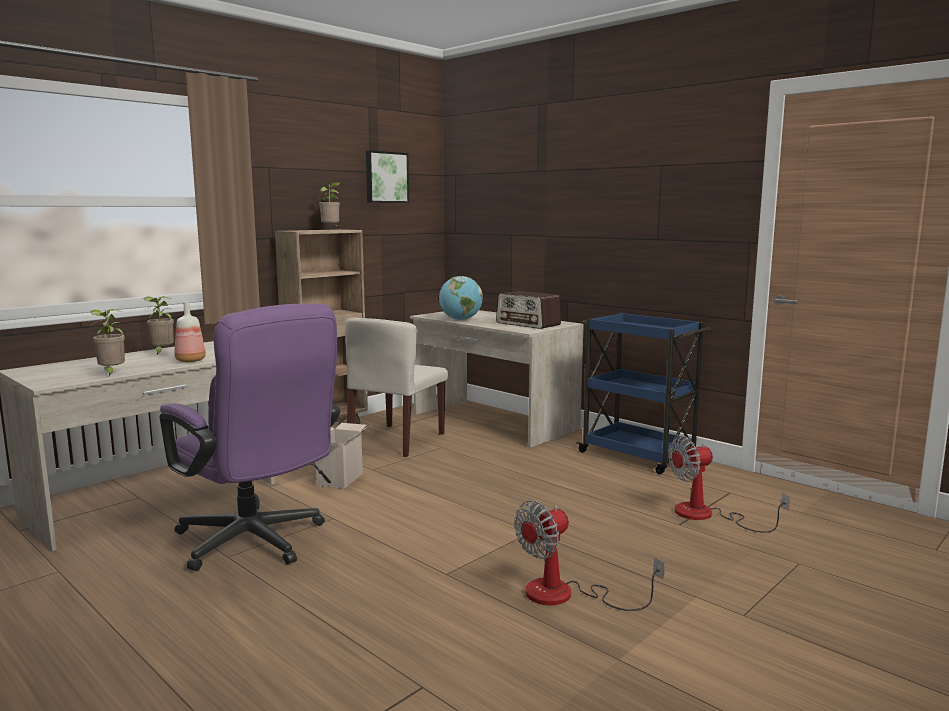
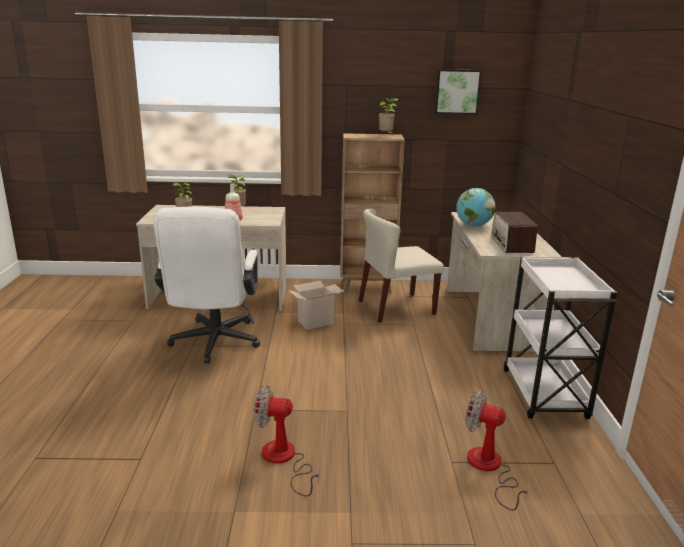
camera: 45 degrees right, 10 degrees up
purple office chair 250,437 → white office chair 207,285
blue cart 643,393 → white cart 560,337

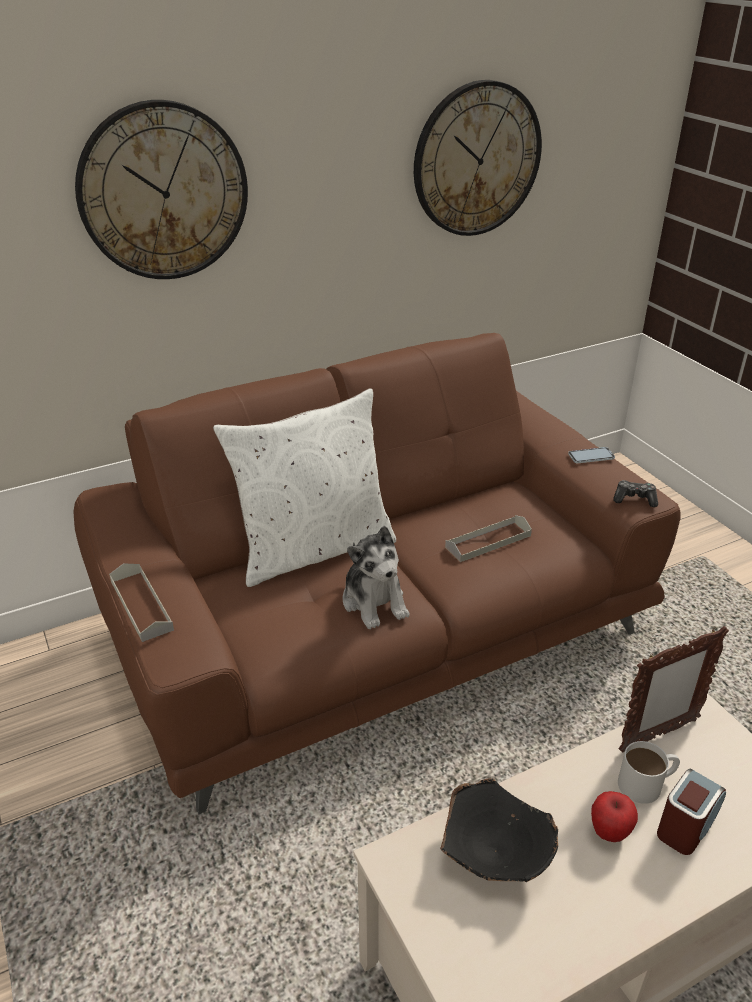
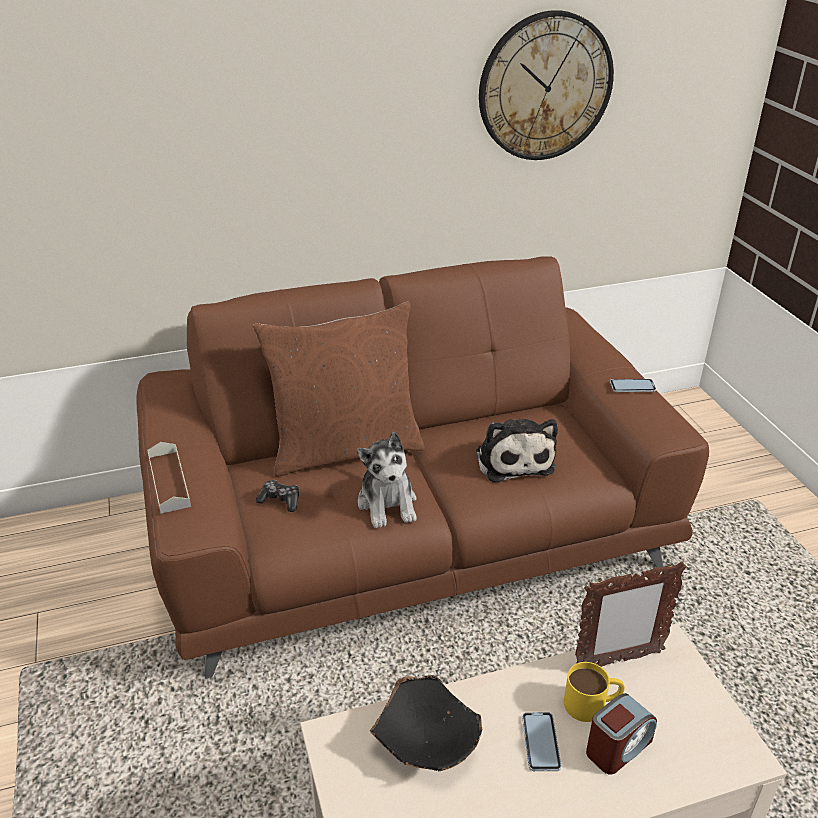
camera: 10 degrees right, 0 degrees up
wall clock 161,189 → -
white pillow 304,487 → brown pillow 339,389
game controller 635,493 → game controller 277,496, moved
grey tray 488,538 → plush toy 517,451
white mug 649,772 → yellow mug 594,692
apple 614,816 → phone 541,741

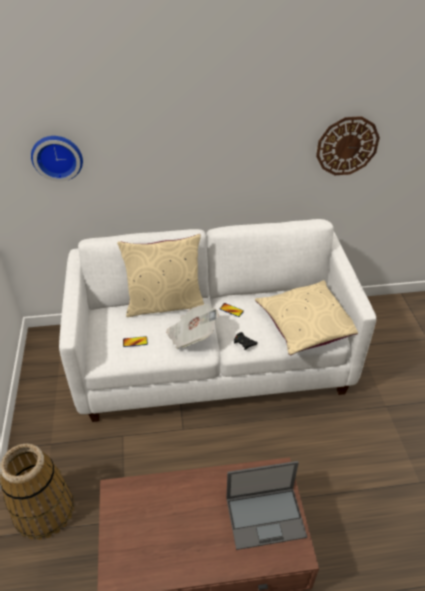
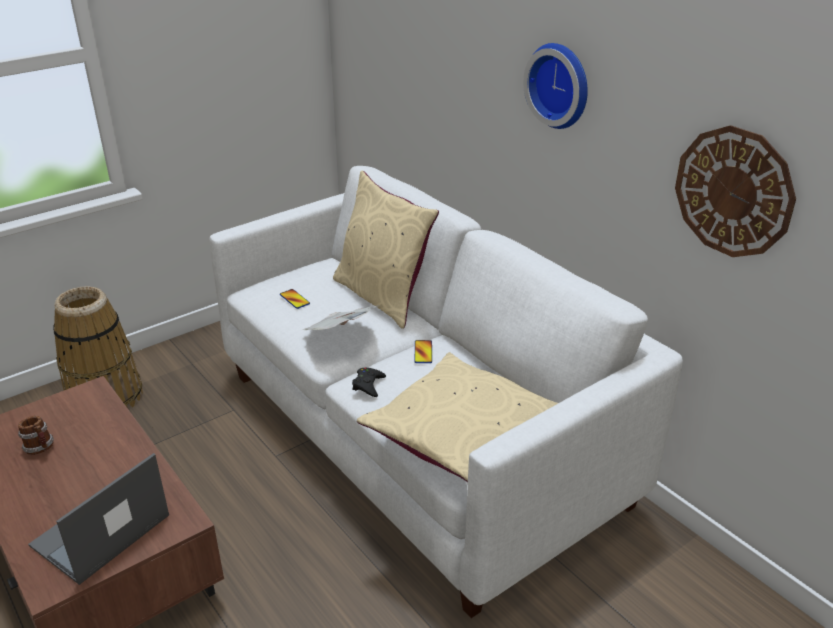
camera: 60 degrees right, 10 degrees down
wall clock 57,159 → wall clock 555,86, moved
laptop 266,505 → laptop 98,519, 75 degrees clockwise
- → mug 36,435

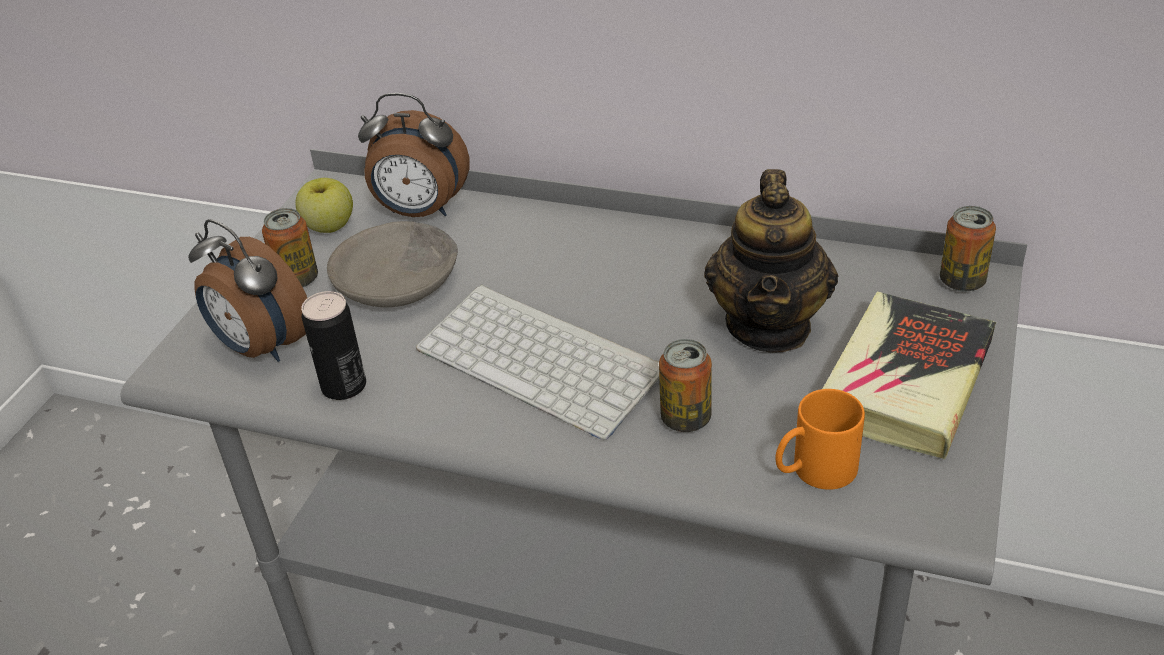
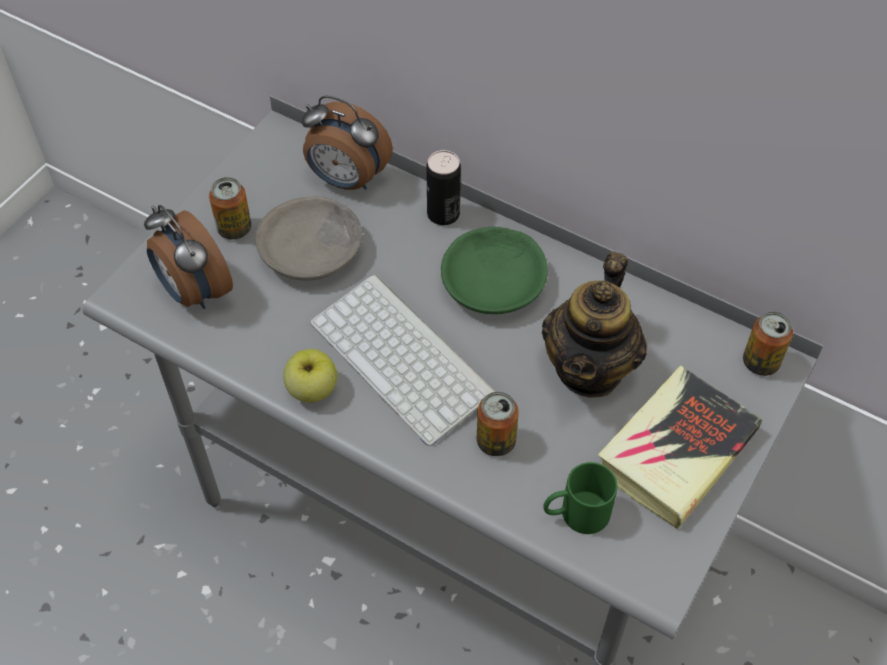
camera: 10 degrees right, 15 degrees up
apple 324,205 → apple 310,376, moved
can 333,345 → can 443,187, moved
orange mug 820,439 → green mug 580,498
- → green bowl 494,270

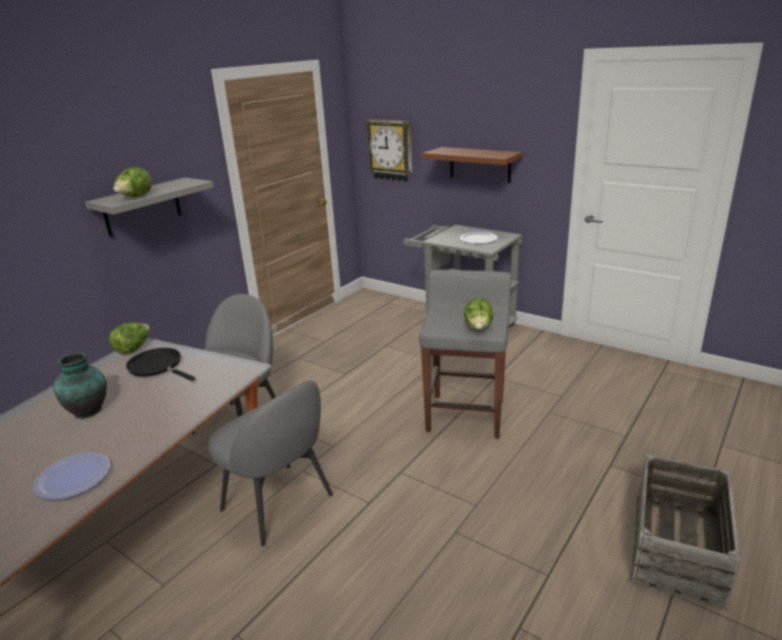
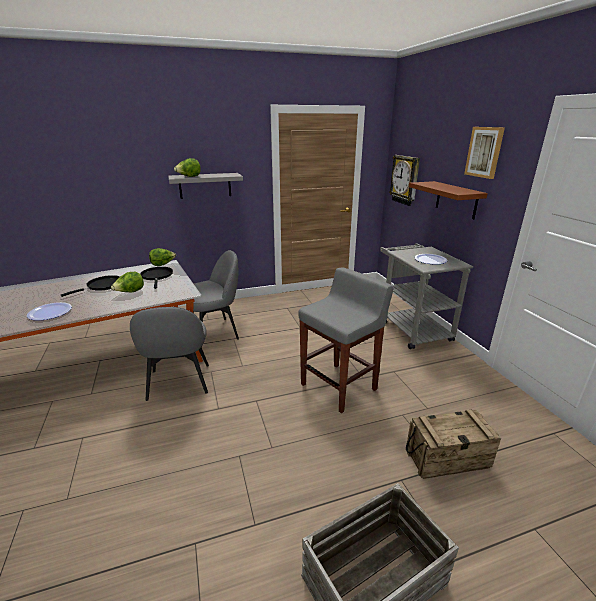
camera: 35 degrees right, 0 degrees up
lettuce 479,313 → lettuce 127,282, moved
vase 80,385 → black frying pan 90,286
- → picture 484,153
- → crate 453,444

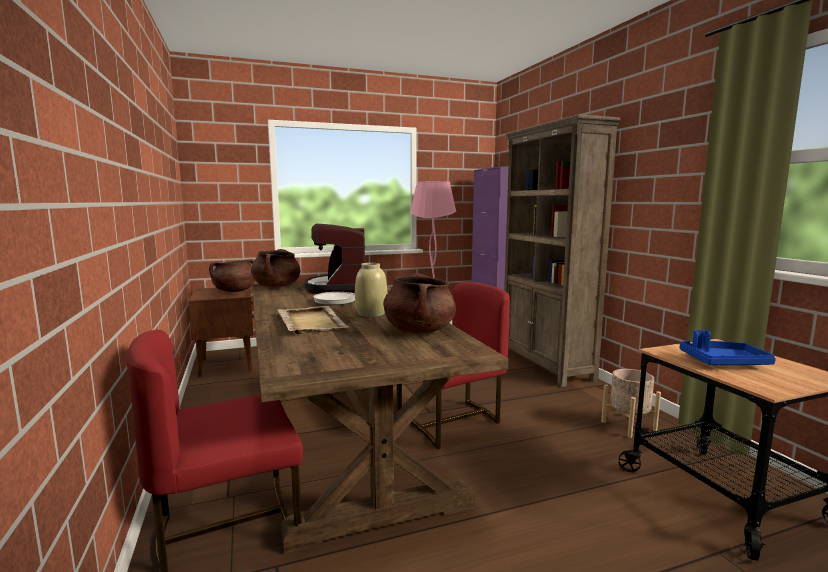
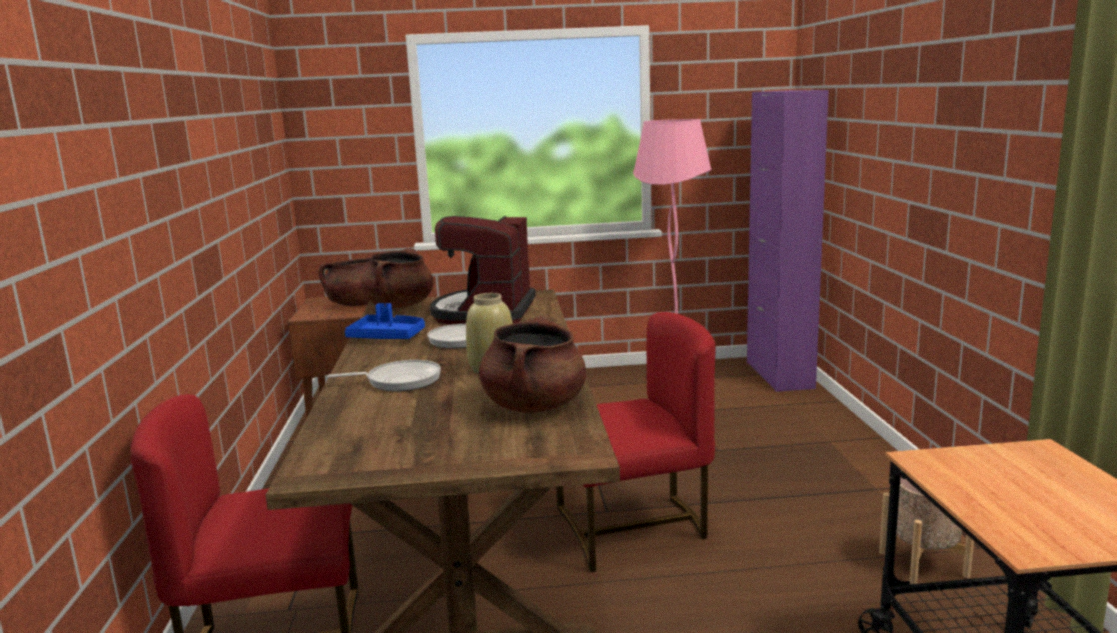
camera: 15 degrees right, 5 degrees up
brown bookcase 562,250 → -
beige tray 313,320 → frying pan 384,375
blue tray 728,347 → blue tray 385,321, moved

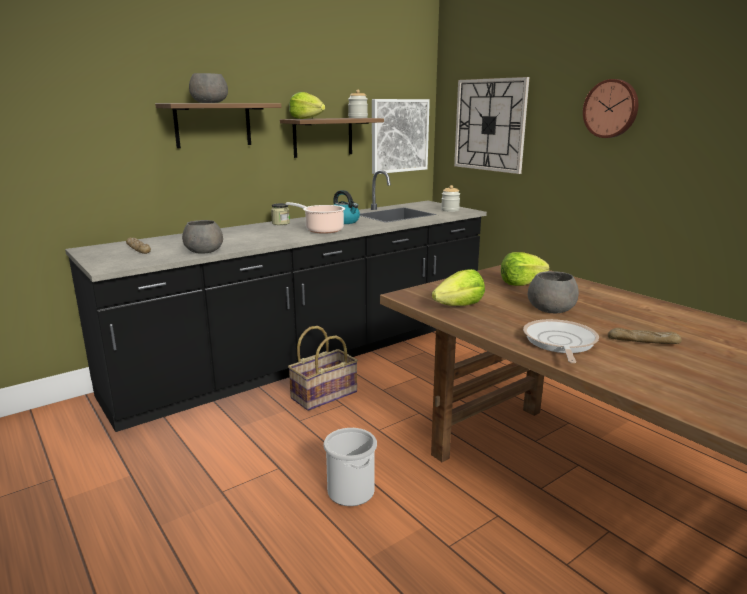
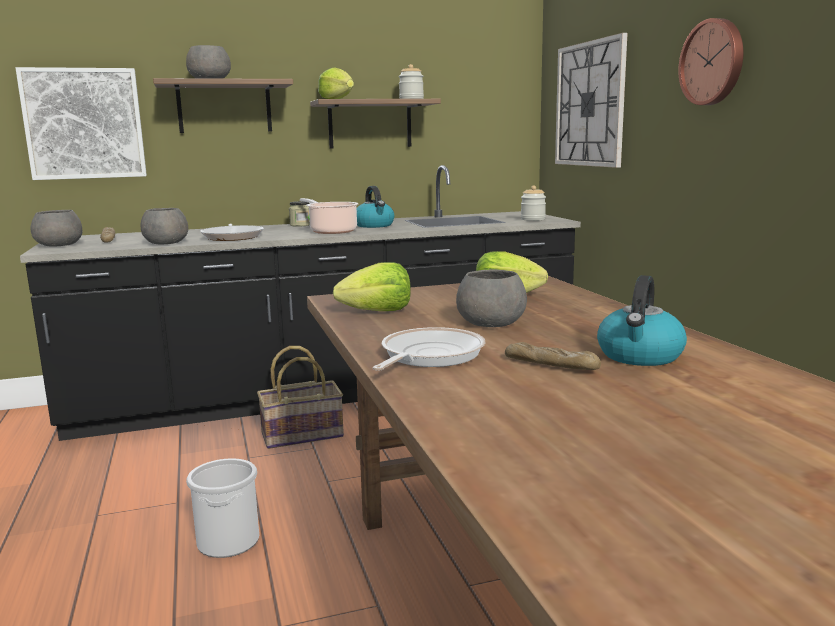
camera: 20 degrees right, 5 degrees down
picture 401,136 → picture 81,123, moved
- → grey bowl 56,228
- → frying pan 232,232
- → kettle 642,320

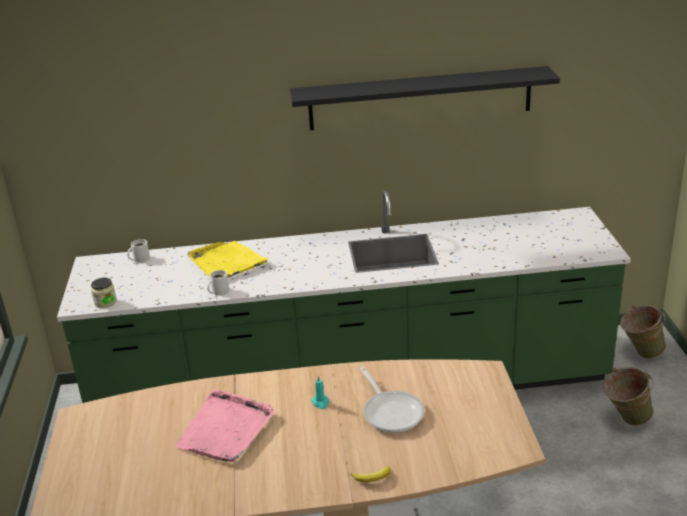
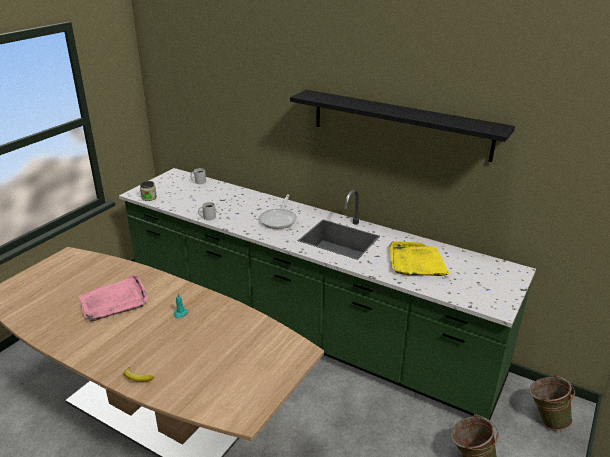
camera: 35 degrees right, 0 degrees up
yellow tray 228,259 → yellow tray 420,258, moved
frying pan 392,399 → frying pan 278,211, moved

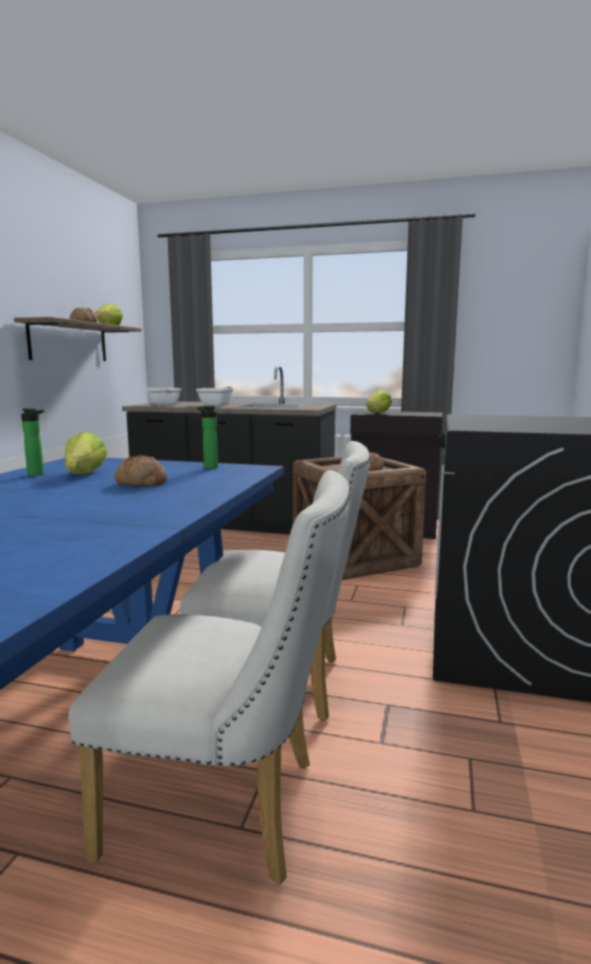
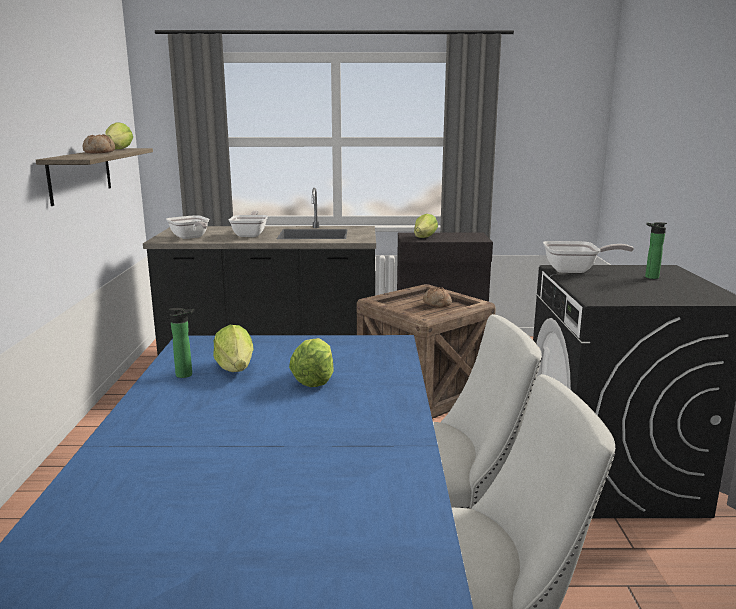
camera: 15 degrees left, 5 degrees up
bottle 207,437 → bottle 656,250, moved
bread 141,470 → lettuce 311,362
- → frying pan 588,257

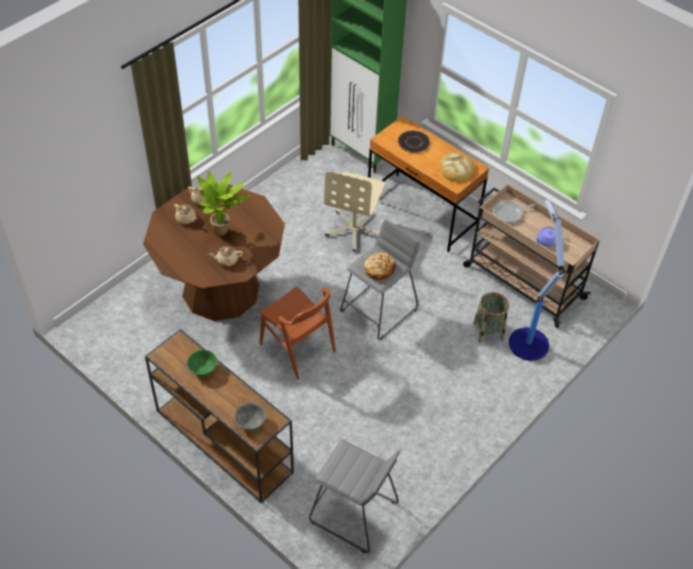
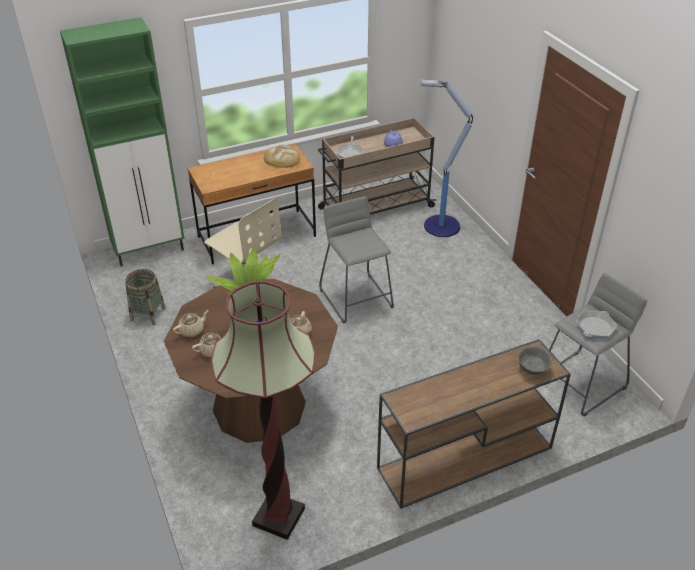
camera: 65 degrees left, 10 degrees down
black plate 414,141 → -
bread 381,266 → -
brown chair 298,333 → -
basket 491,317 → basket 145,297, moved
green bowl 202,363 → -
- → floor lamp 263,410
- → frying pan 596,324

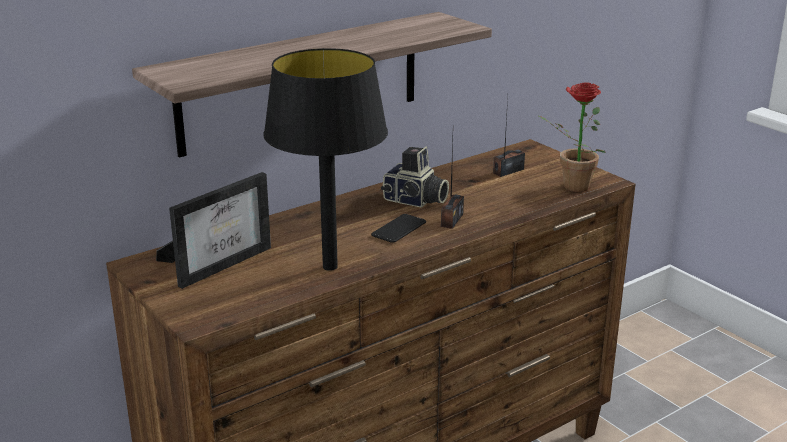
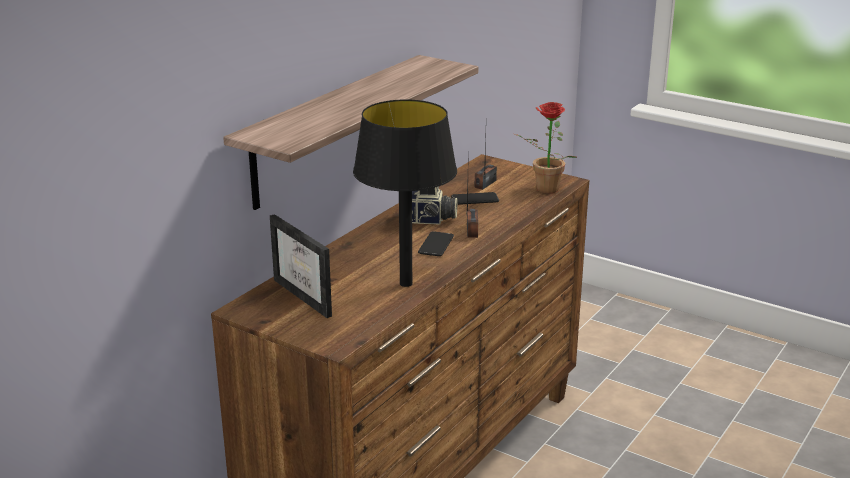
camera: 20 degrees left, 0 degrees up
picture frame 213,230 → picture frame 301,266, 120 degrees clockwise
- → phone 475,198

